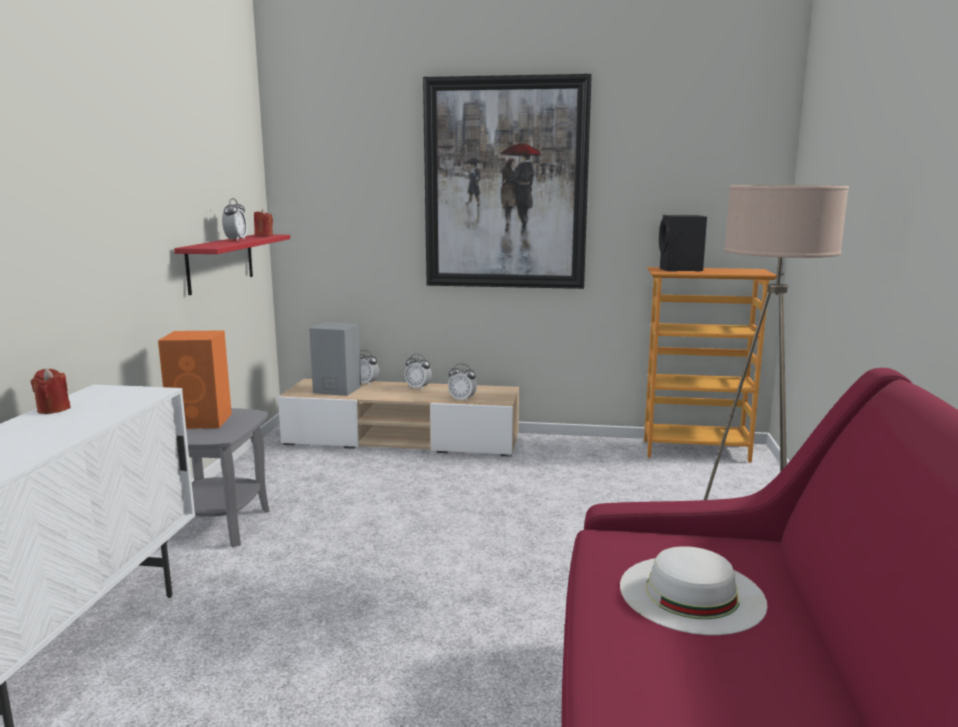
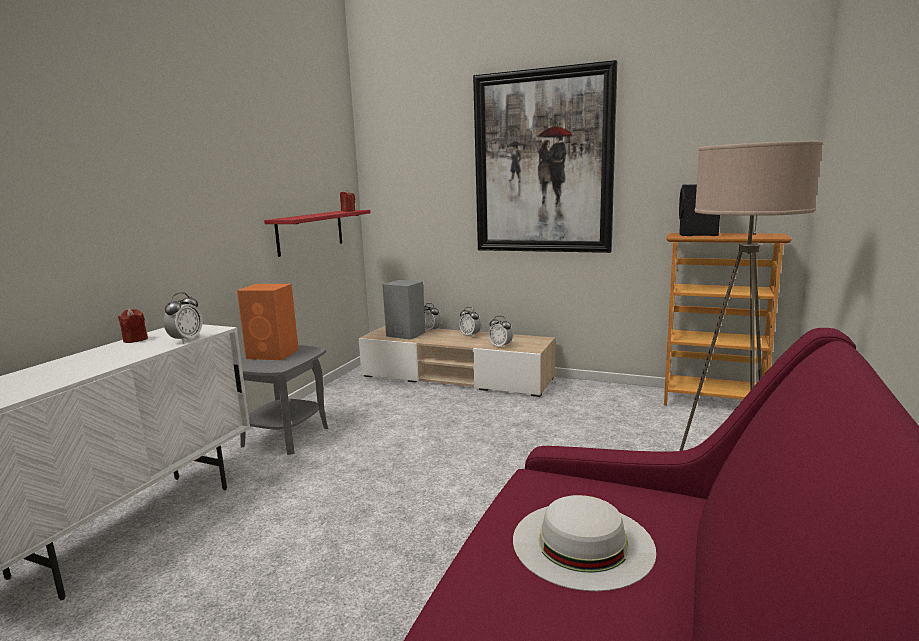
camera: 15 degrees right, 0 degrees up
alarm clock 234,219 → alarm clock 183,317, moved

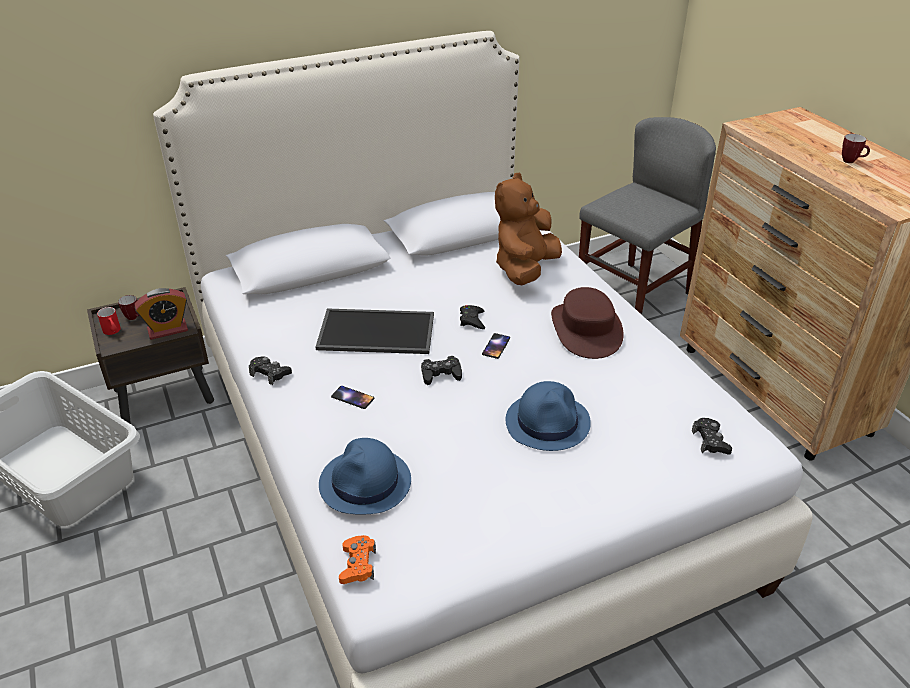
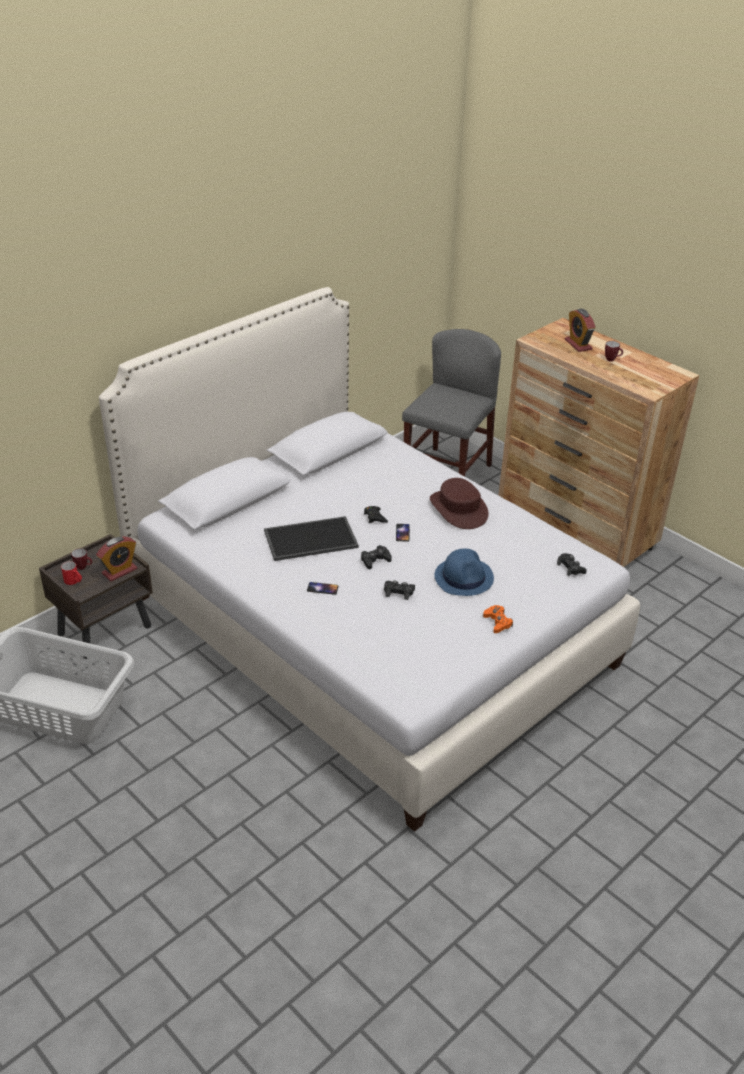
camera: 20 degrees left, 0 degrees up
brown plush toy 528,229 → -
black game controller 270,370 → black game controller 399,590, moved
blue hat 365,476 → -
orange game controller 357,559 → orange game controller 498,619, moved
- → alarm clock 580,330

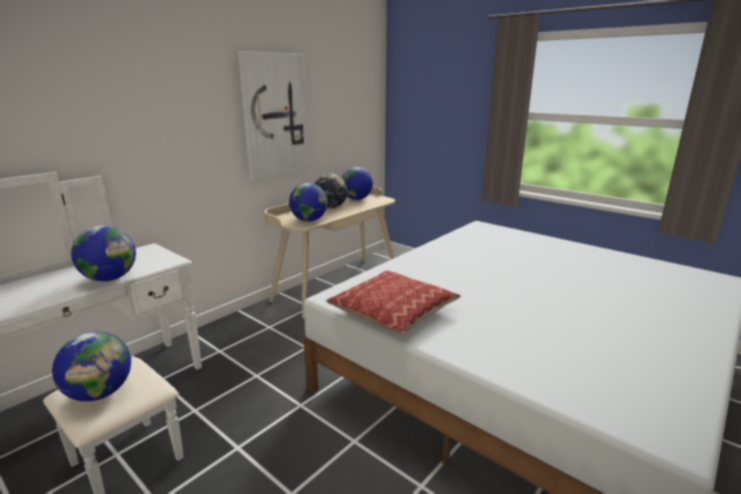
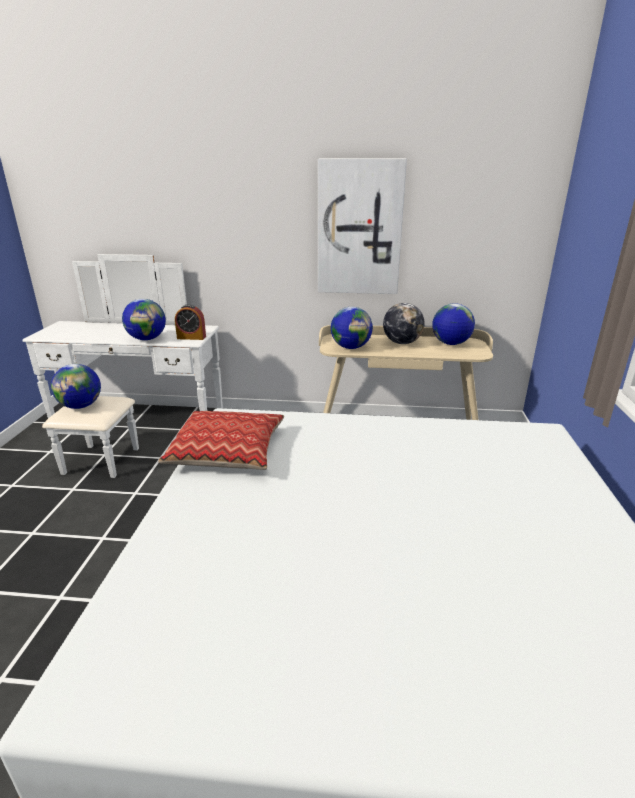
camera: 55 degrees right, 5 degrees up
- → alarm clock 190,322

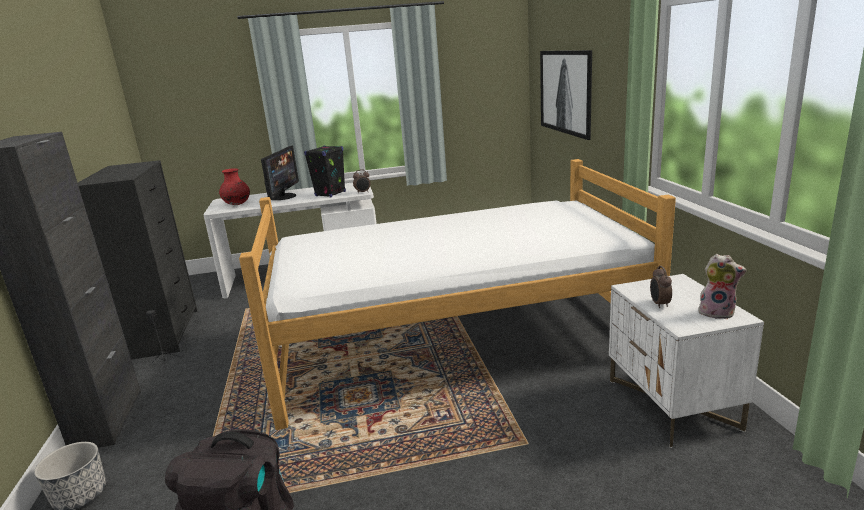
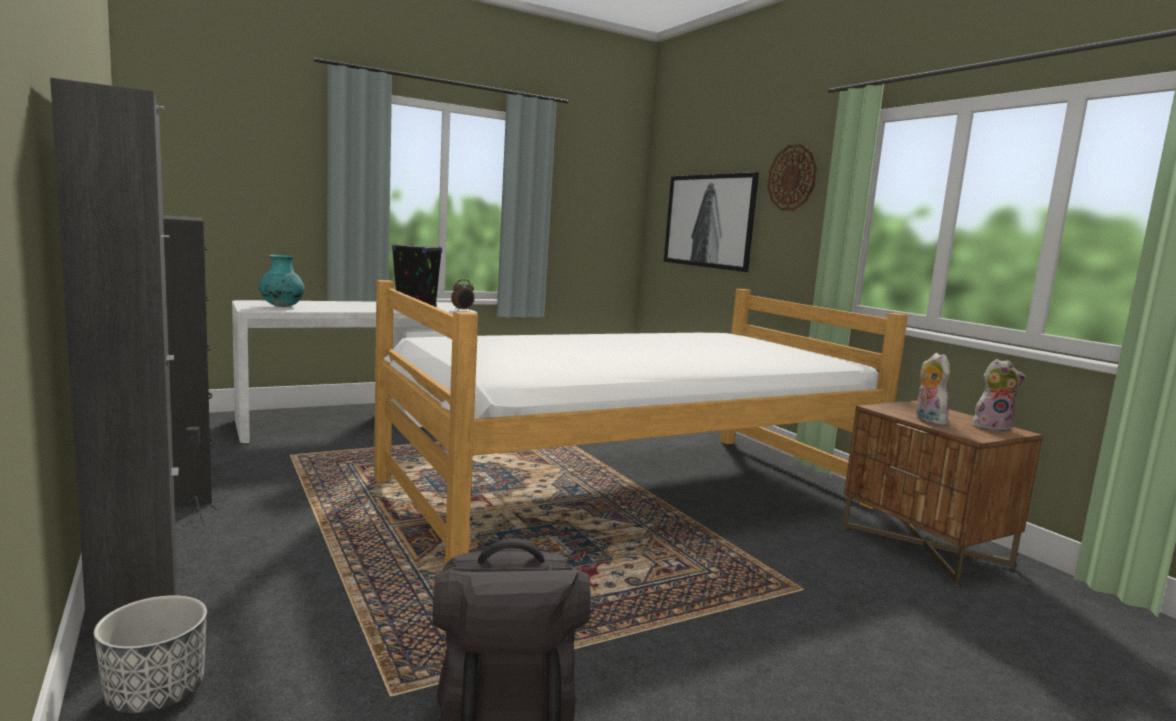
camera: 20 degrees left, 10 degrees down
monitor 280,172 → -
red vase 234,187 → turquoise vase 282,281
alarm clock 661,287 → plush toy 933,389
white nightstand 686,361 → brown nightstand 942,493
- → wall clock 792,177

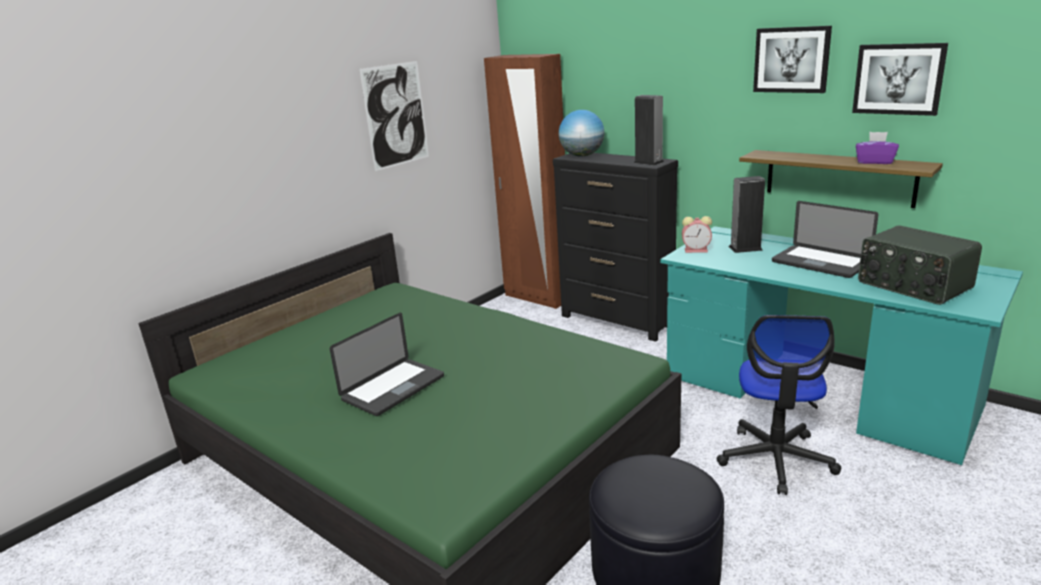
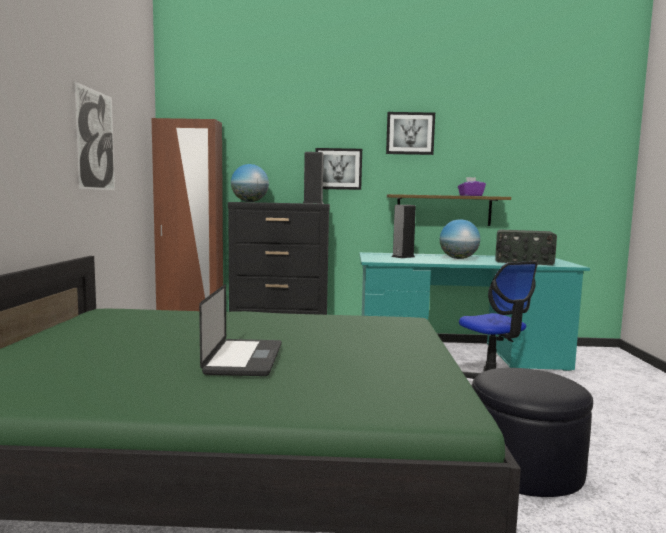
camera: 40 degrees left, 15 degrees down
picture 900,79 → picture 339,169, moved
laptop 825,239 → globe 460,239
alarm clock 697,234 → -

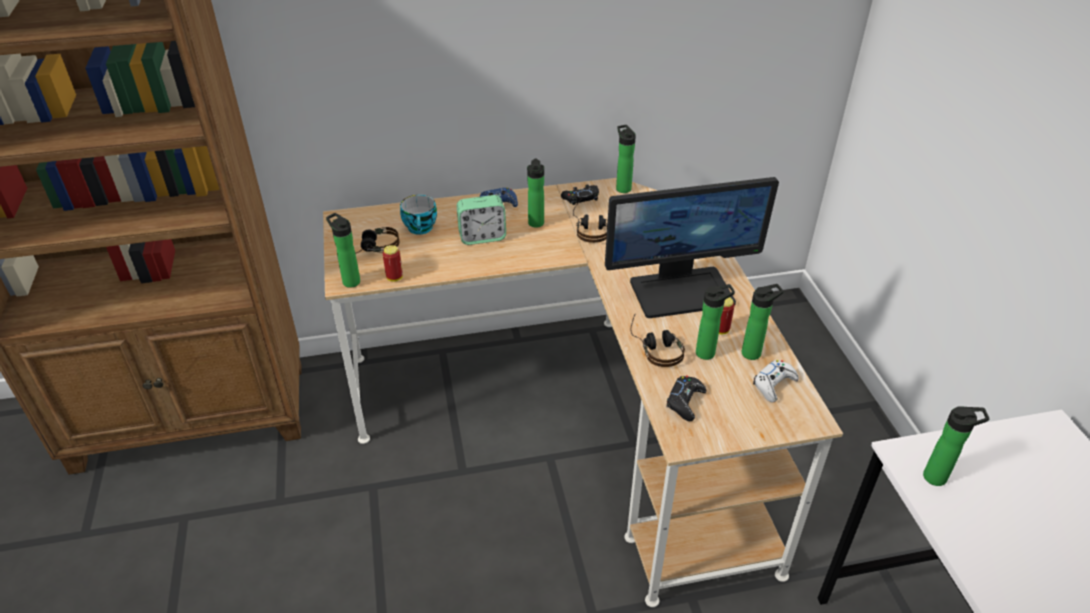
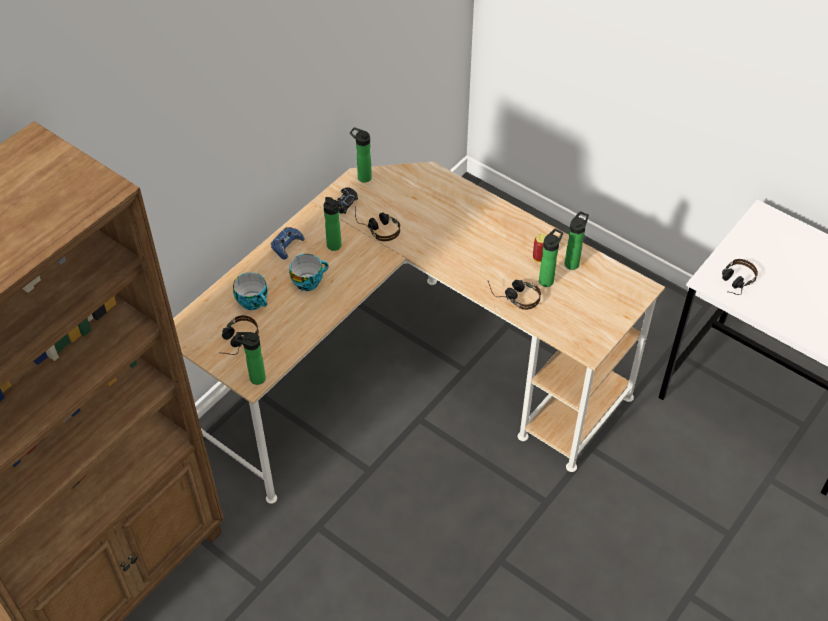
camera: 40 degrees left, 10 degrees up
monitor 692,247 → -
alarm clock 481,220 → cup 309,272
can 393,263 → -
white game controller 776,381 → -
black game controller 686,398 → -
bottle 956,446 → headphones 740,277

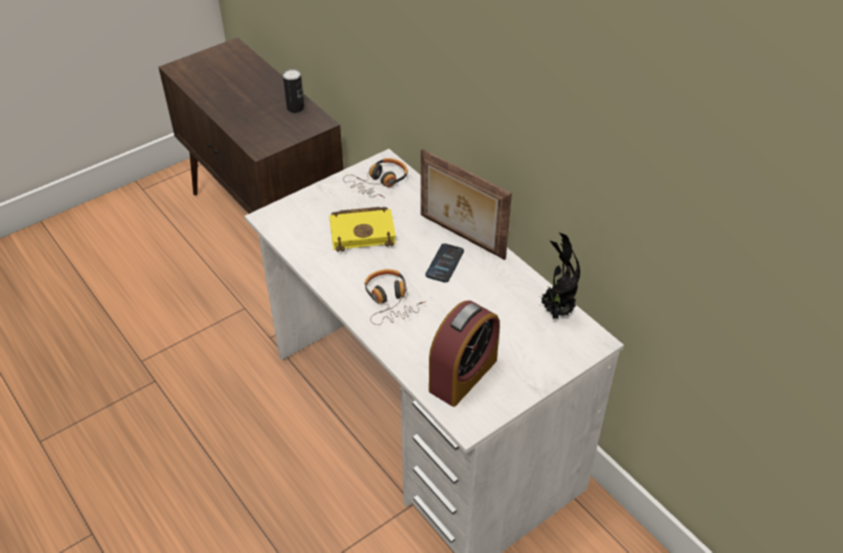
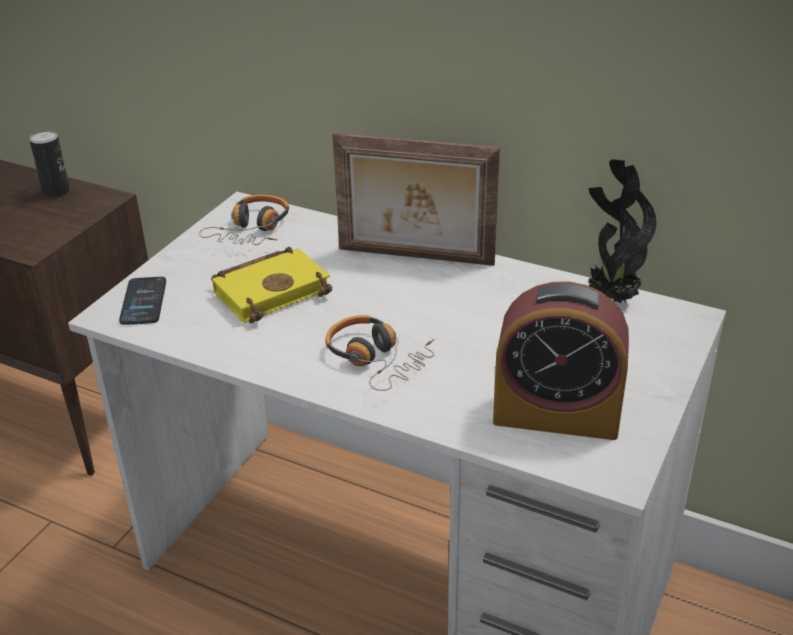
camera: 25 degrees left, 10 degrees down
phone 445,263 → phone 142,301, moved
alarm clock 464,353 → alarm clock 561,361, 90 degrees clockwise

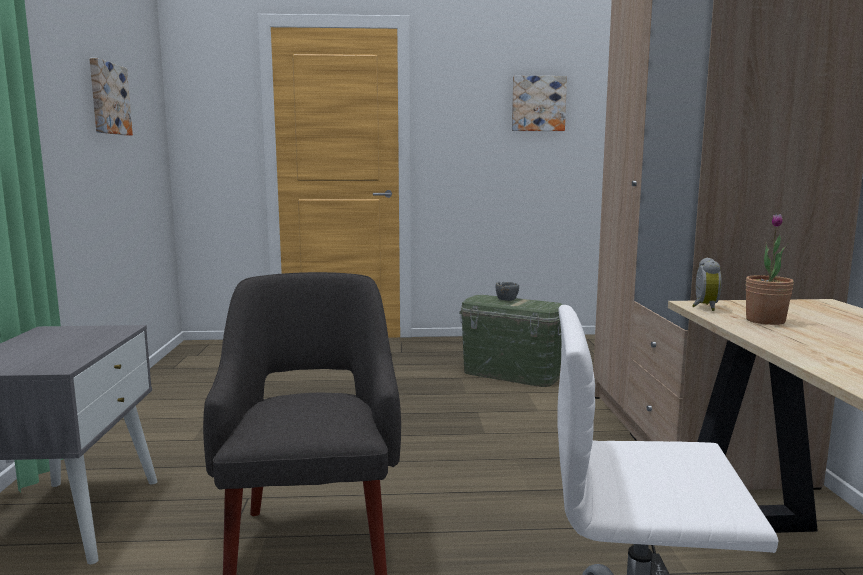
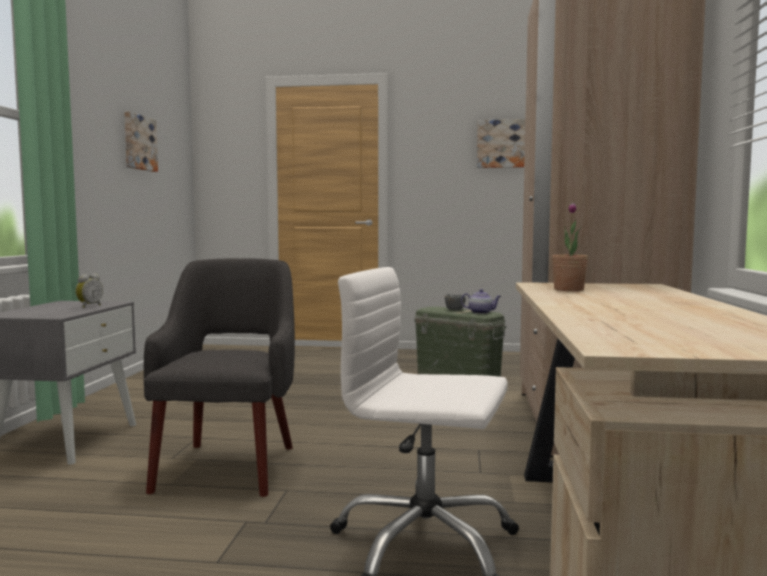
camera: 10 degrees right, 5 degrees down
alarm clock 707,284 → alarm clock 89,290, moved
- → teapot 481,301

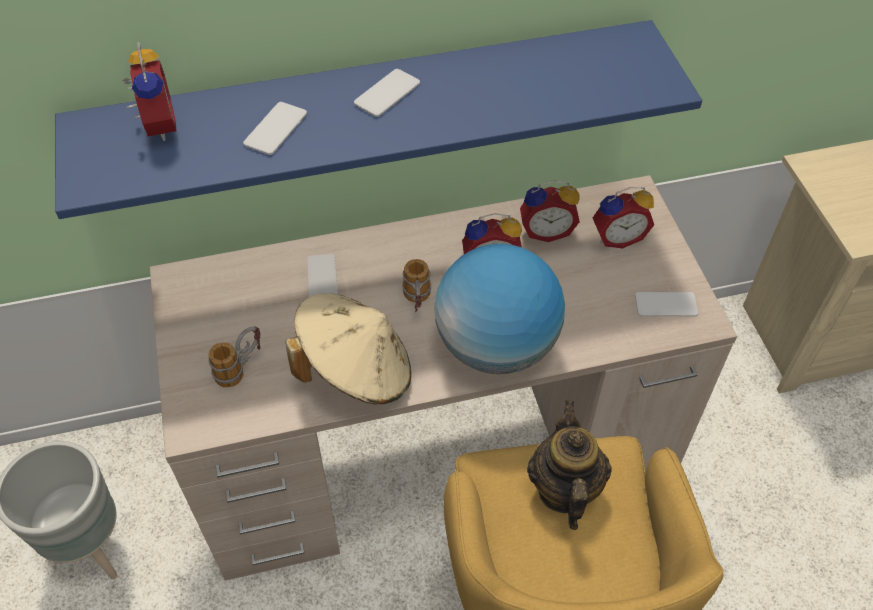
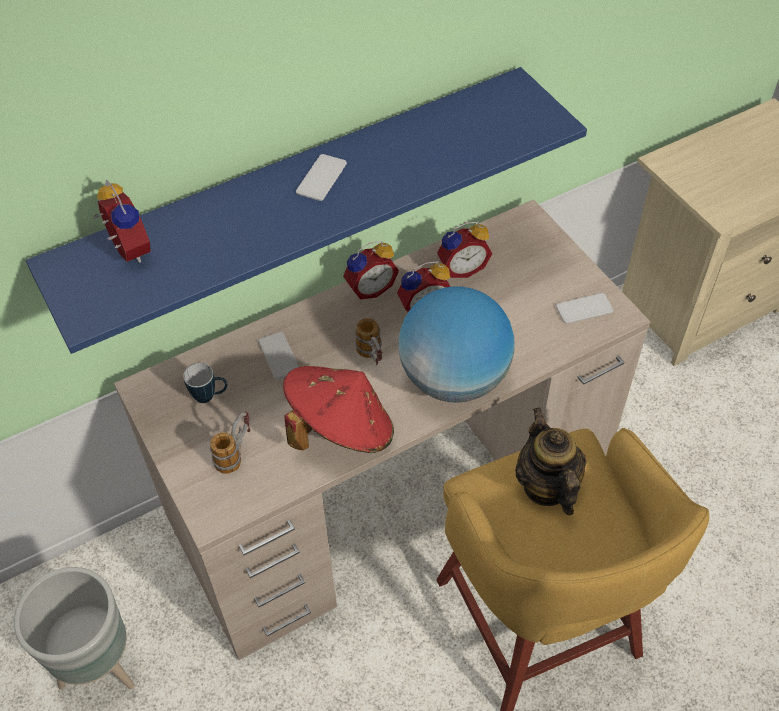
camera: 15 degrees left, 0 degrees up
phone 275,128 → -
alarm clock 623,217 → alarm clock 371,270, moved
beige hat 348,348 → red hat 338,409
- → mug 205,383

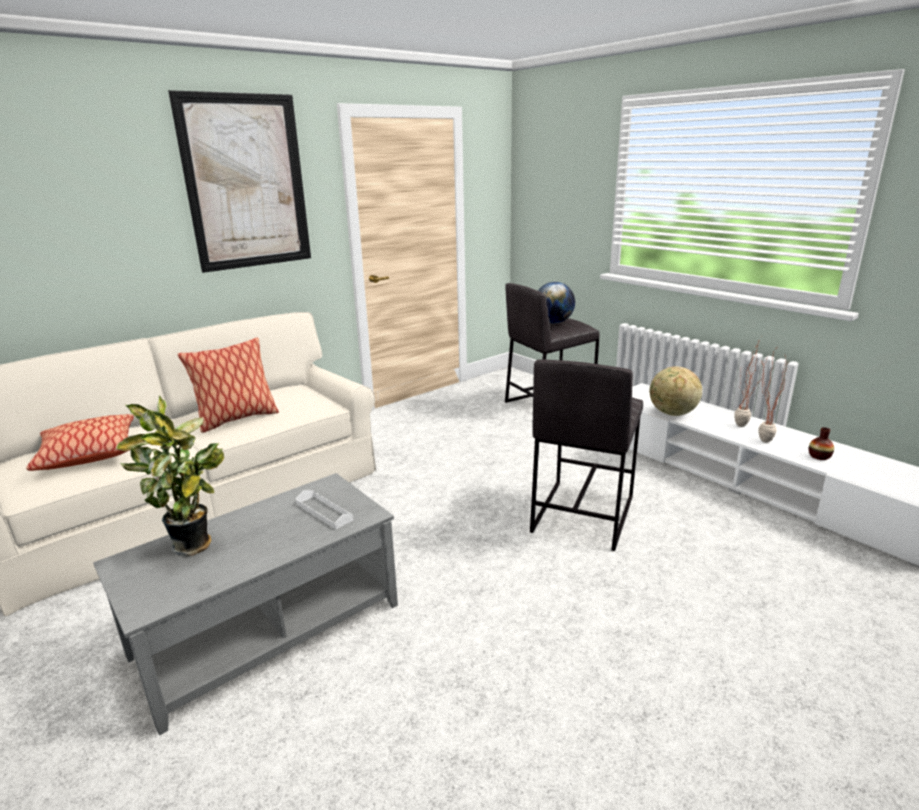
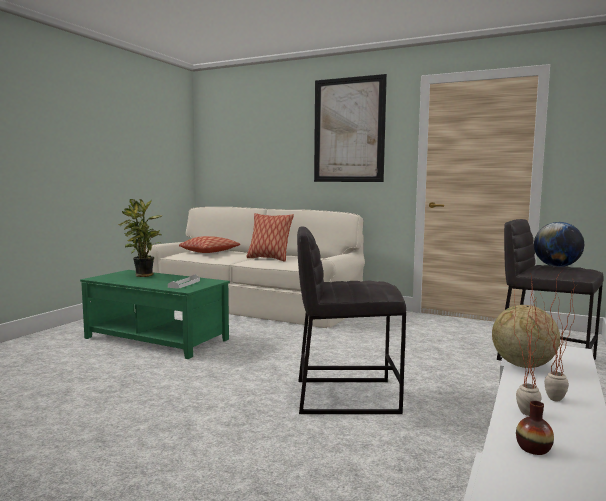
camera: 65 degrees right, 15 degrees down
grey coffee table 245,604 → green coffee table 155,314

